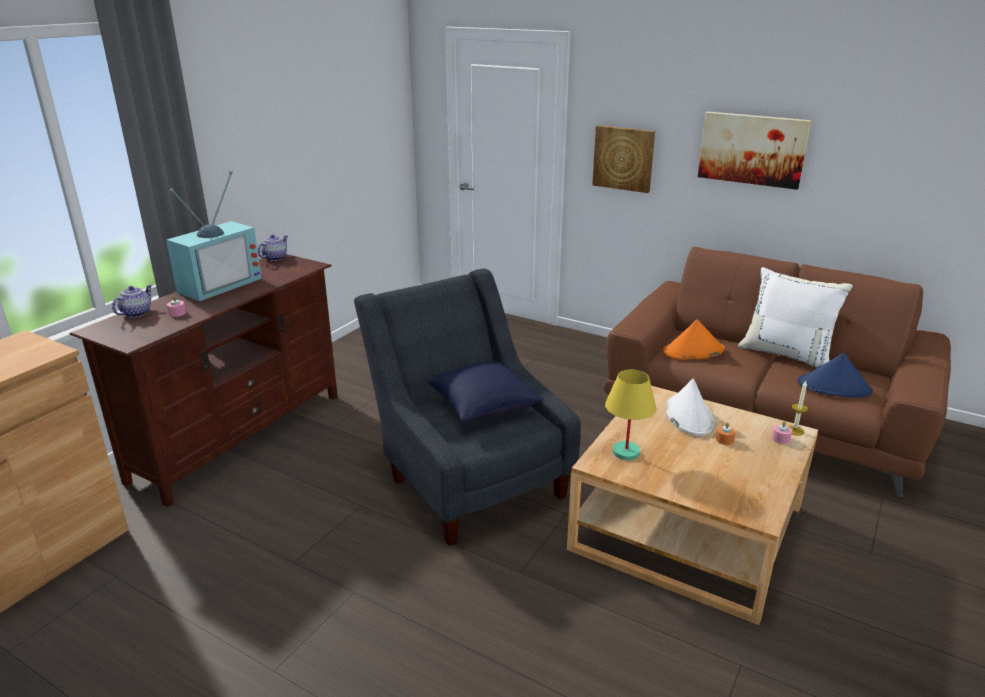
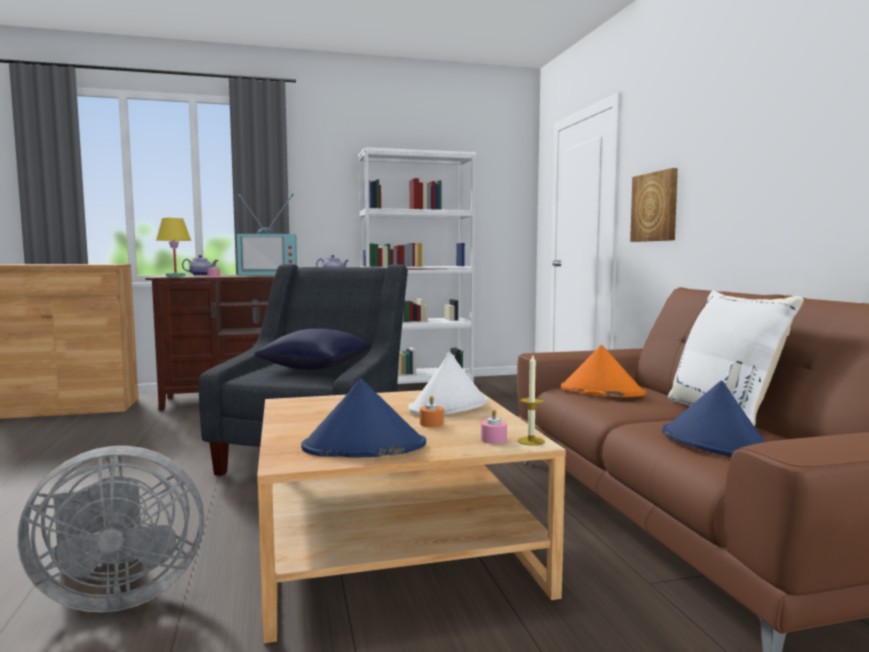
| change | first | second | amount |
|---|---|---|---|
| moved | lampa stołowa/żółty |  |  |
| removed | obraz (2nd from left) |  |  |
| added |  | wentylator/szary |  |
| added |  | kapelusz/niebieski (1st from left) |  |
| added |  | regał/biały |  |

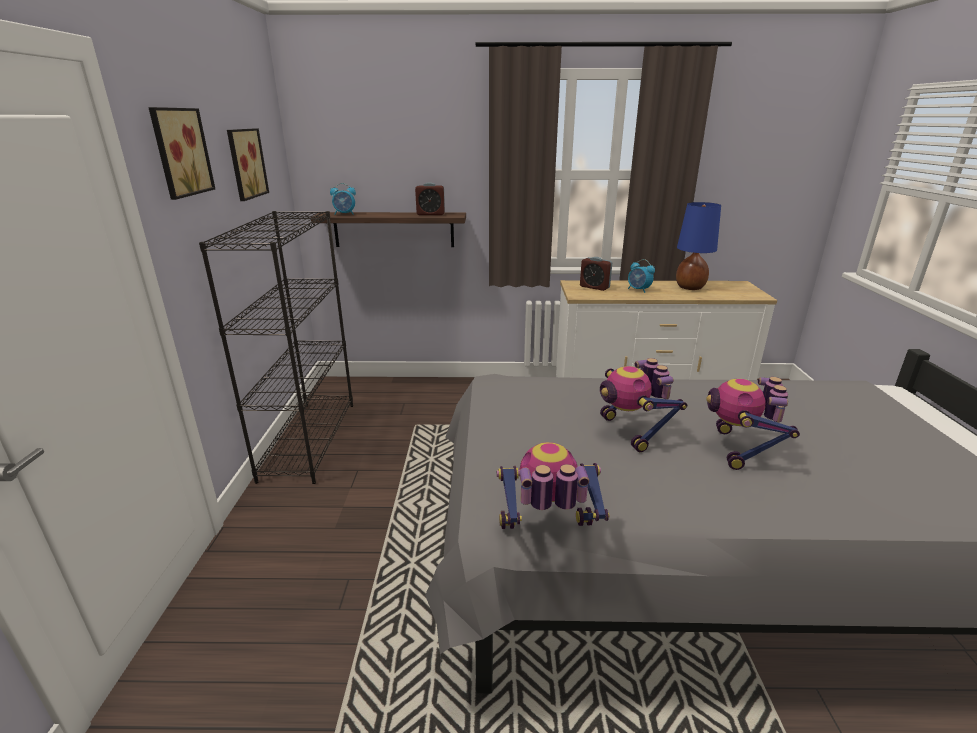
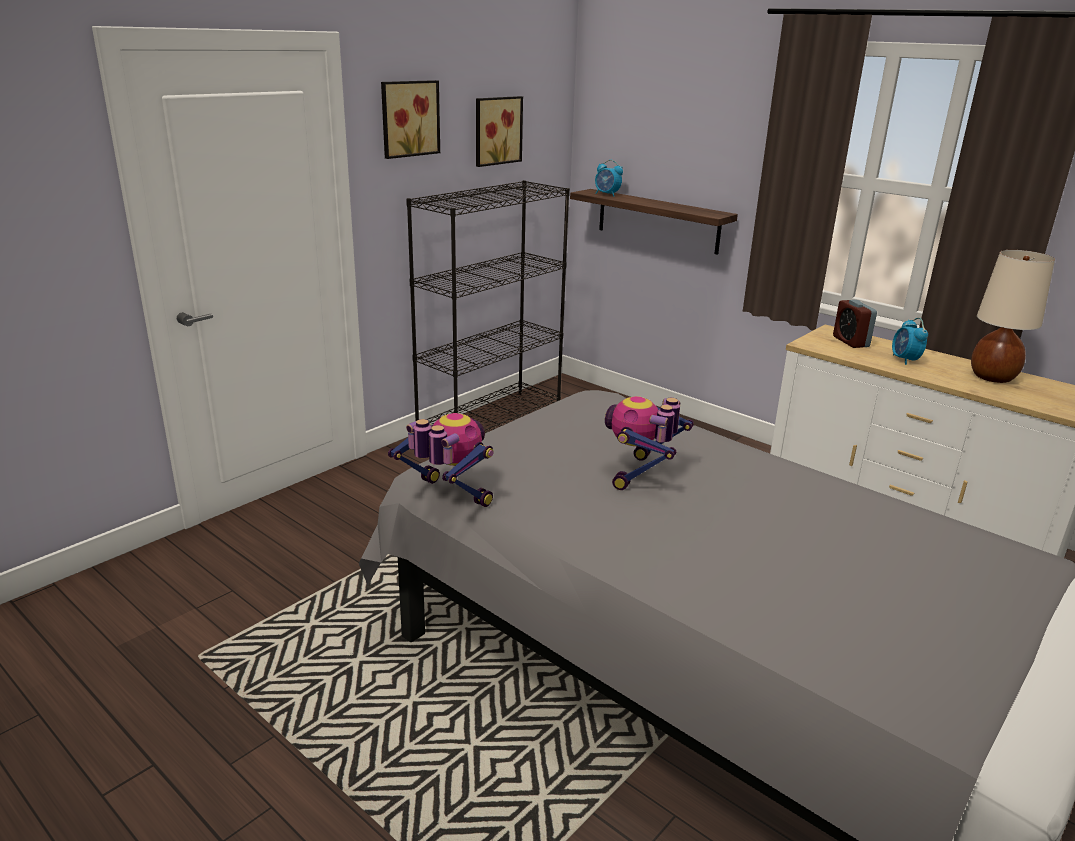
| change | first | second | amount |
|---|---|---|---|
| removed | budzik (2nd from left) |  |  |
| recoloured | lampa stołowa/niebieski | lampa stołowa/beżowy |  |
| removed | robot zabawkowy (3rd from left) |  |  |

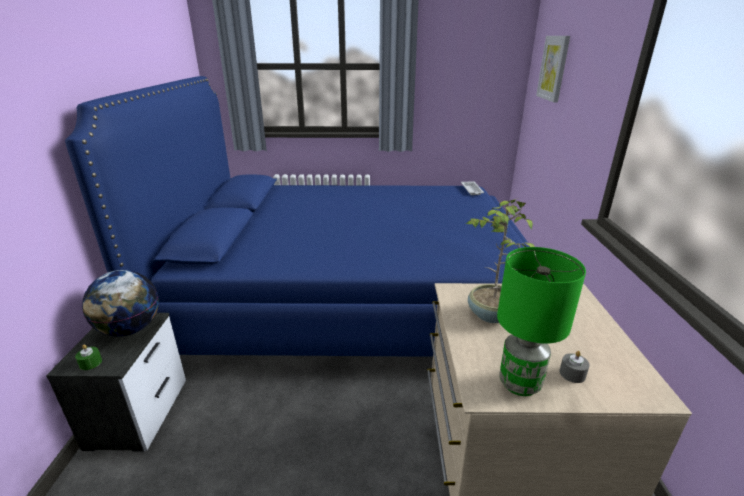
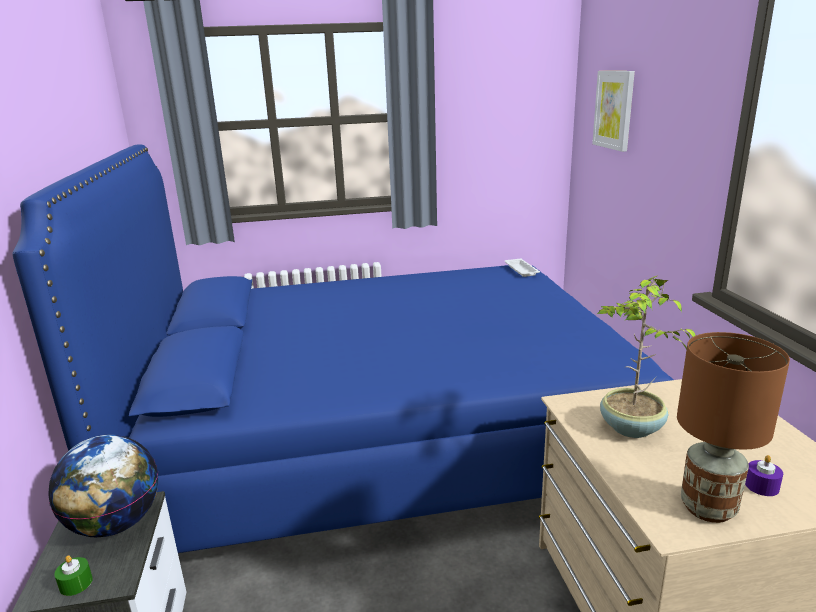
| change | first | second | amount |
|---|---|---|---|
| recoloured | lampa stołowa/zielony | lampa stołowa/brązowy |  |
| recoloured | świeca/szary | świeca/fioletowy |  |

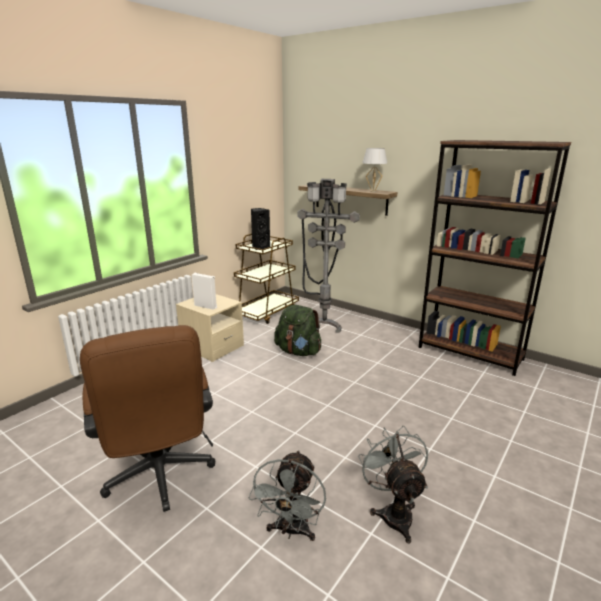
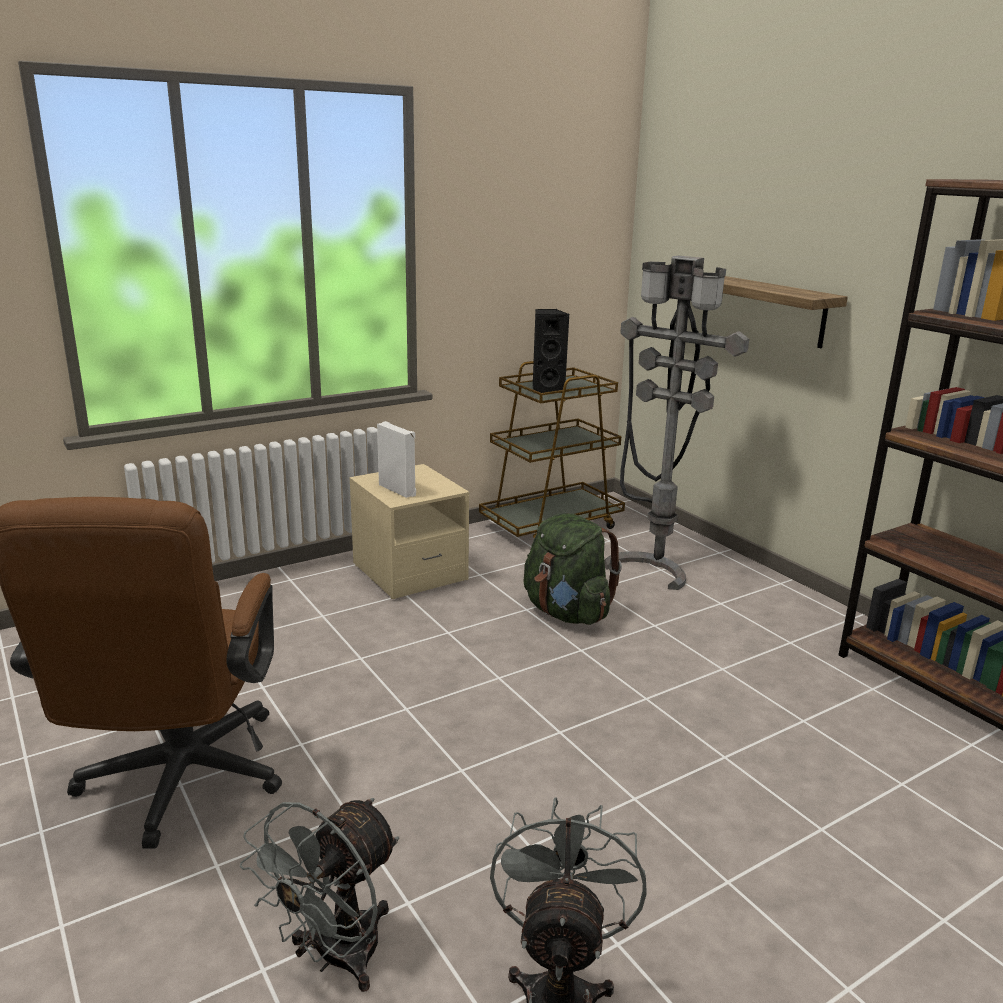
| change | first | second | amount |
|---|---|---|---|
| removed | lampa stołowa/biały |  |  |

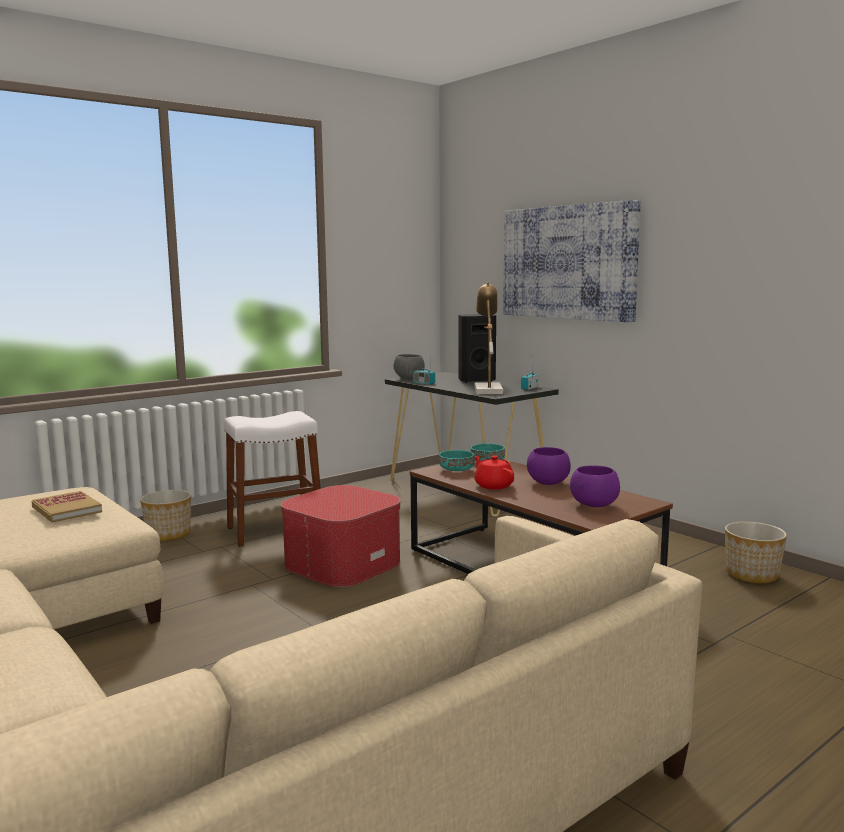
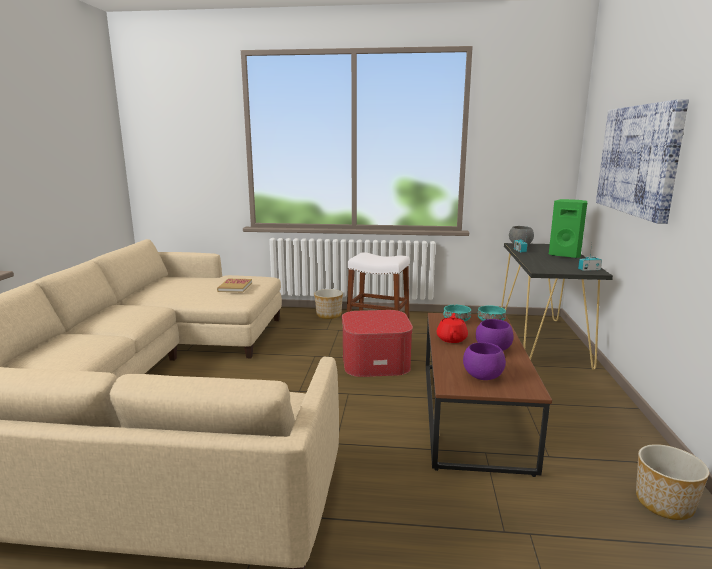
| change | first | second | amount |
|---|---|---|---|
| recoloured | głośnik/czarny | głośnik/zielony |  |
| removed | lampa stołowa |  |  |

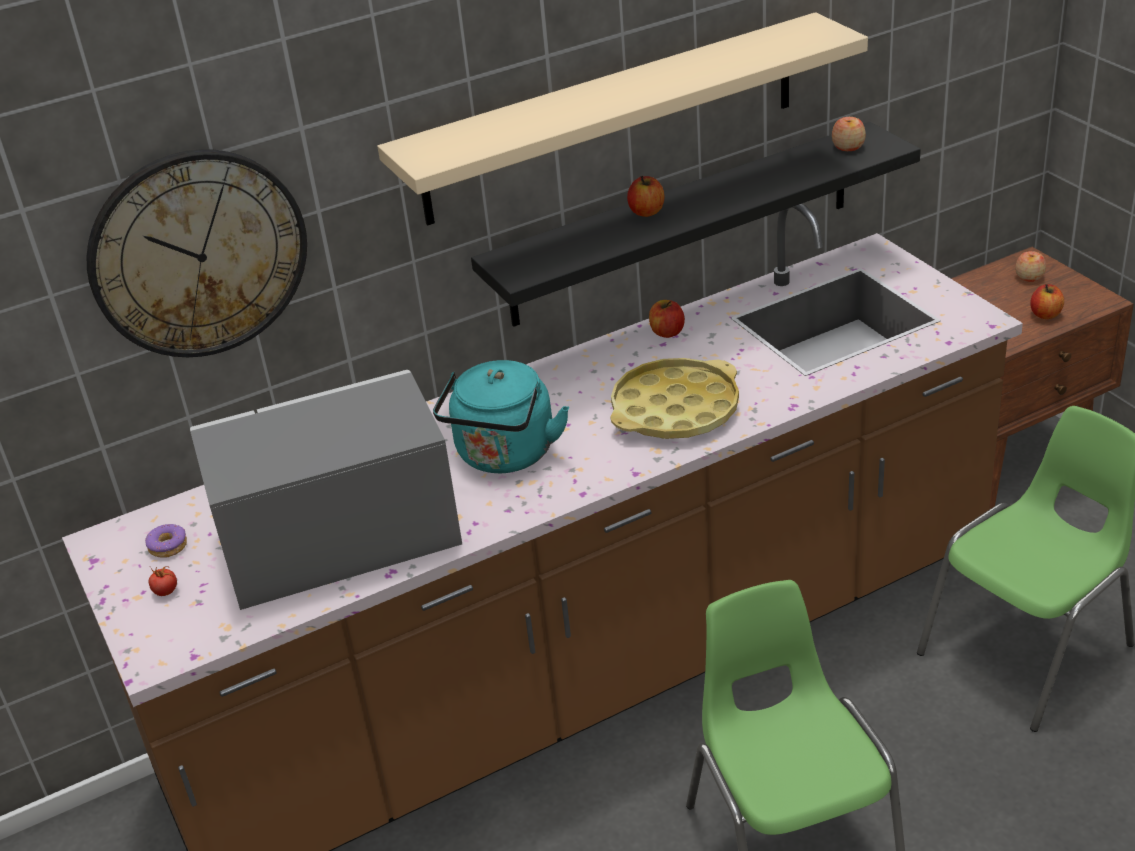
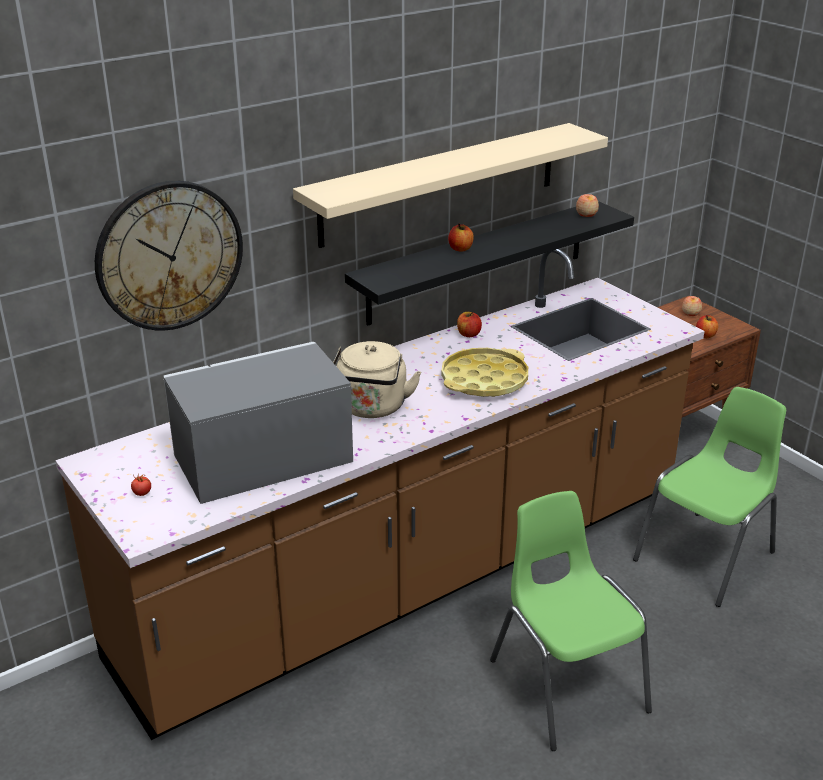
| change | first | second | amount |
|---|---|---|---|
| removed | donut |  |  |
| recoloured | czajnik/turkusowy | czajnik/beżowy |  |

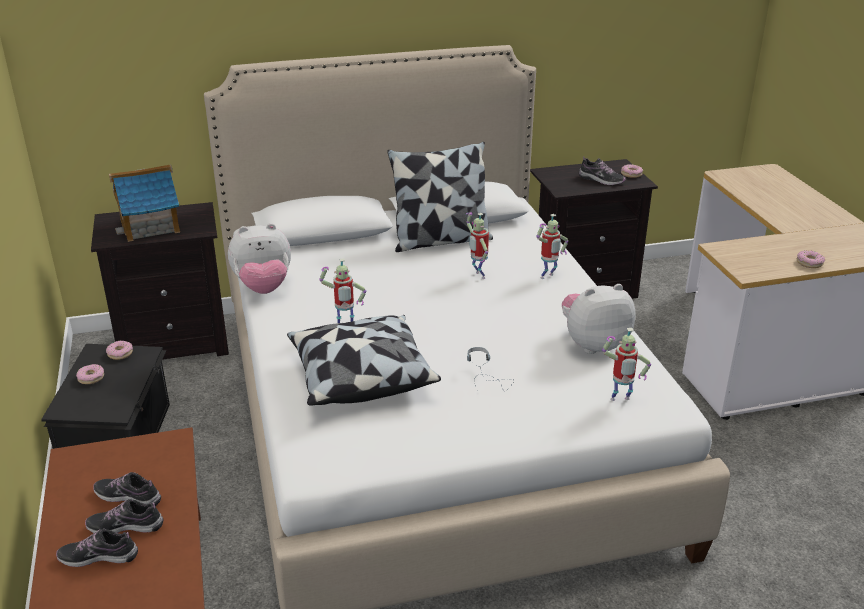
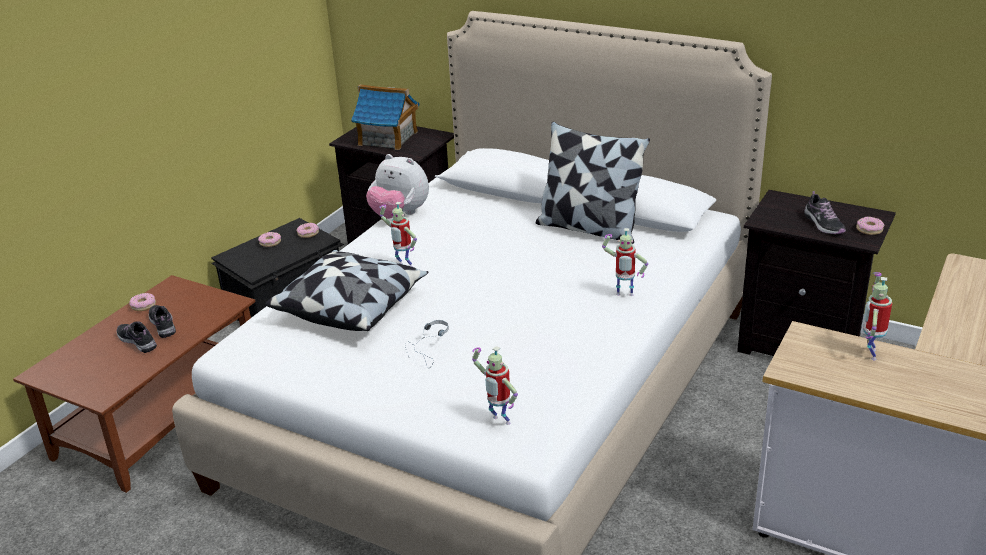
| change | first | second | amount |
|---|---|---|---|
| removed | but (1st from left) |  |  |
| moved | robot zabawkowy (2nd from left in the first image) | robot zabawkowy (4th from left) |  |
| removed | pluszak (2nd from left) |  |  |
| moved | donut (4th from left in the first image) | donut (1st from left) |  |

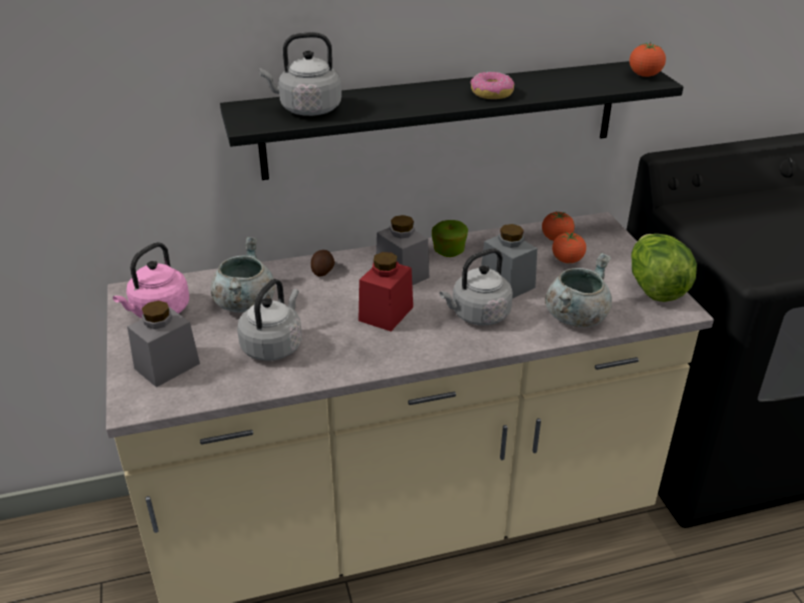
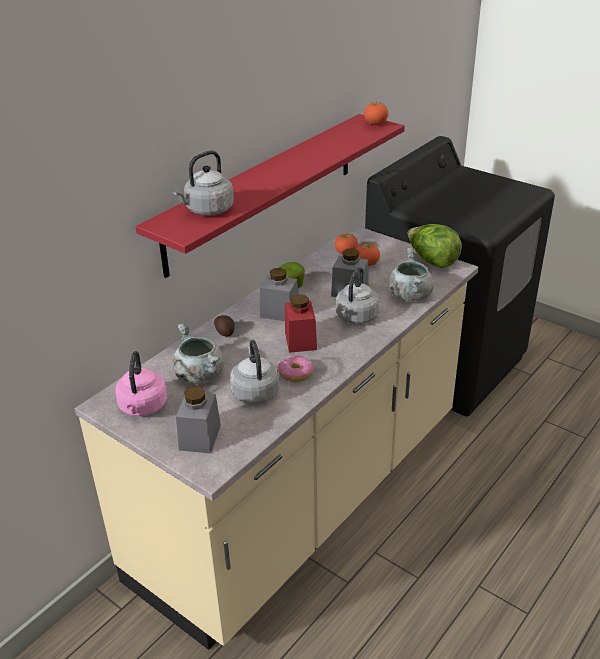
| change | first | second | amount |
|---|---|---|---|
| recoloured | półka/czarny | półka/czerwony |  |
| moved | donut |  |  |

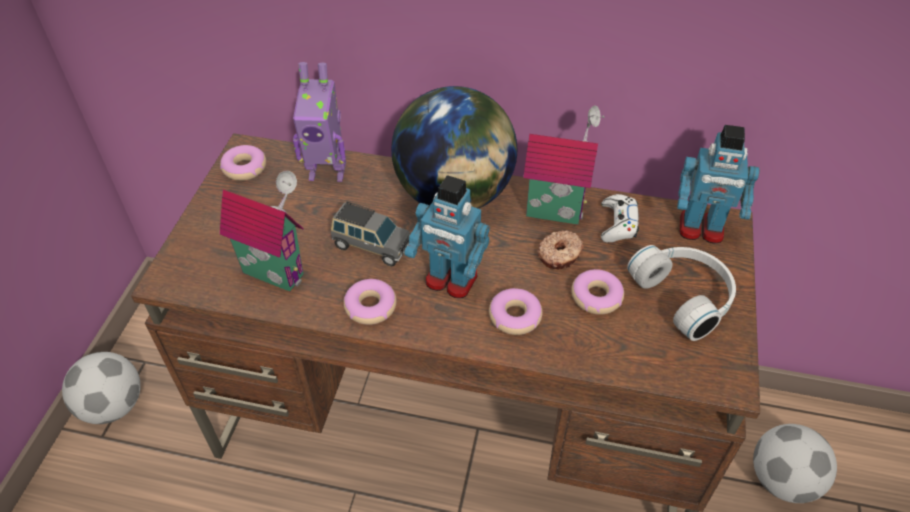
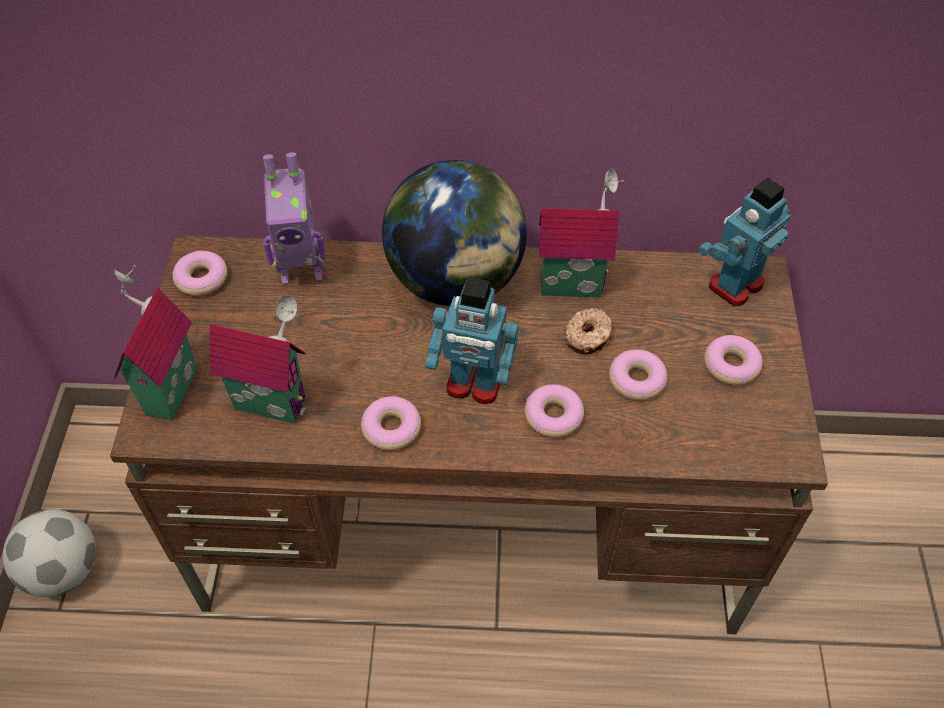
| change | first | second | amount |
|---|---|---|---|
| removed | samochodzik/szary |  |  |
| removed | pad do gier/biały |  |  |
| replaced | słuchawki/biały | donut (6th from left) |  |
| turned | robot zabawkowy (3rd from left) |  | 135 degrees clockwise |
| removed | piłka futbolowa (2nd from left) |  |  |
| added |  | domek (1st from left) |  |

